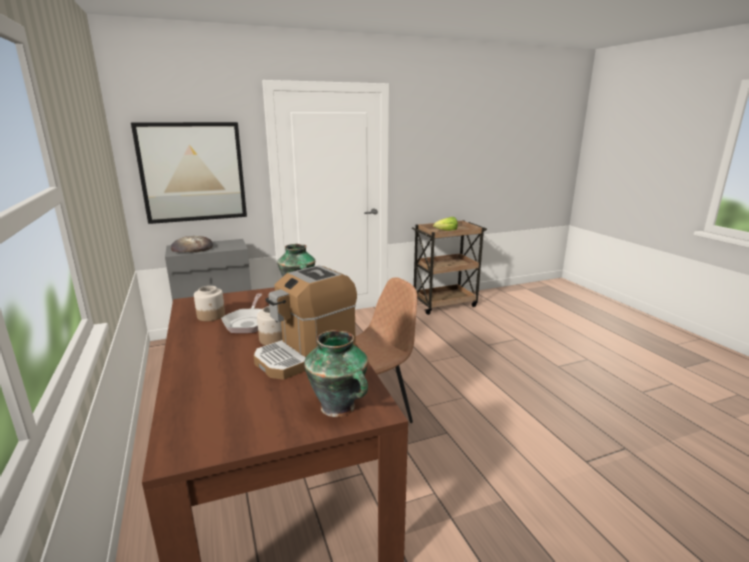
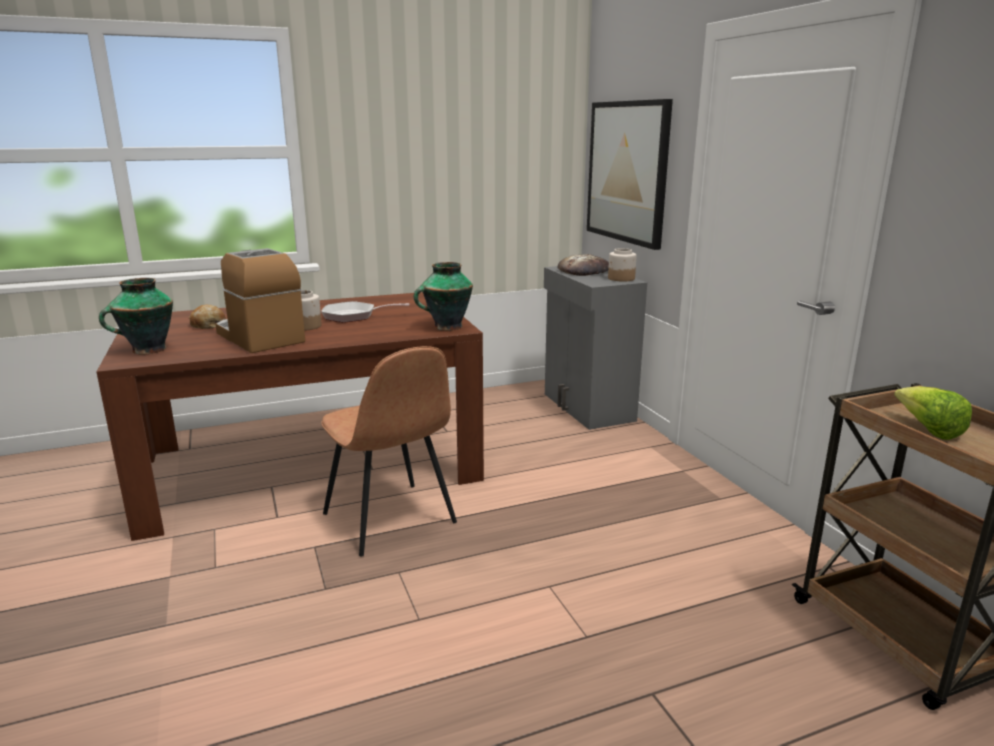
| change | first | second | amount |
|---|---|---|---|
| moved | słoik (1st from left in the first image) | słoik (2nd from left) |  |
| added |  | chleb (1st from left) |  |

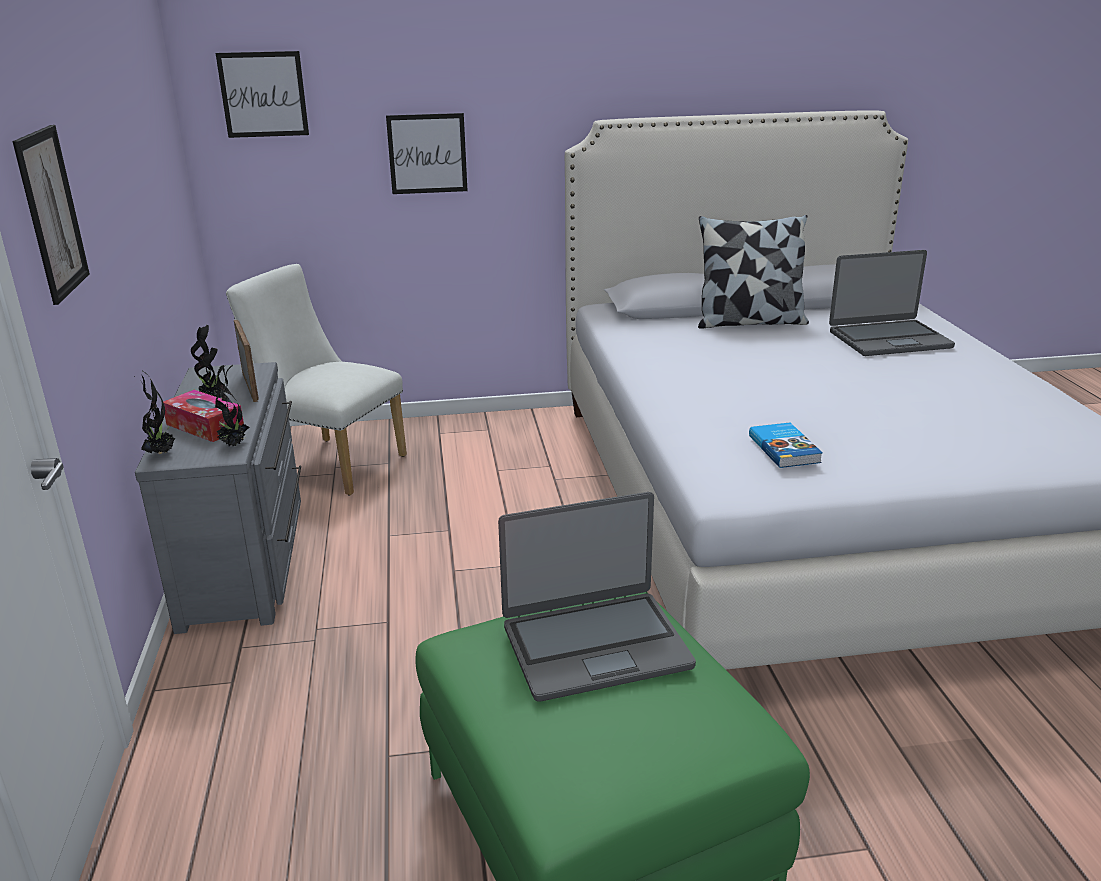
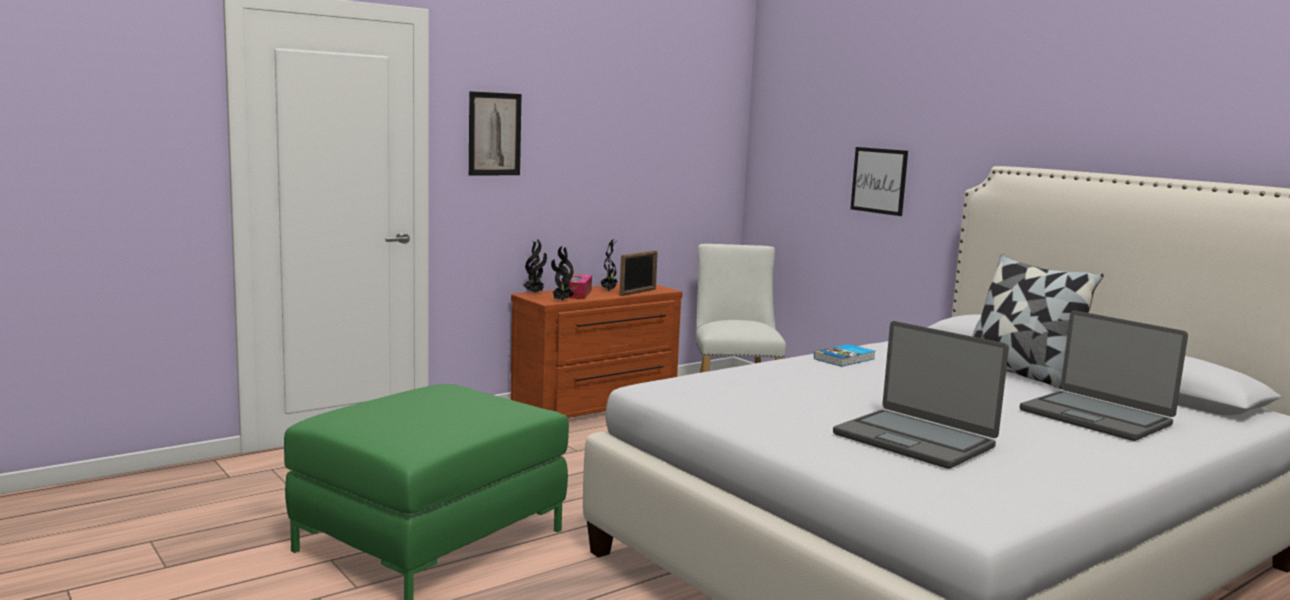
| change | first | second | amount |
|---|---|---|---|
| recoloured | komoda/szary | komoda/brązowy |  |
| removed | obraz (2nd from left) |  |  |
| moved | laptop (1st from left) |  |  |
| moved | książka |  |  |

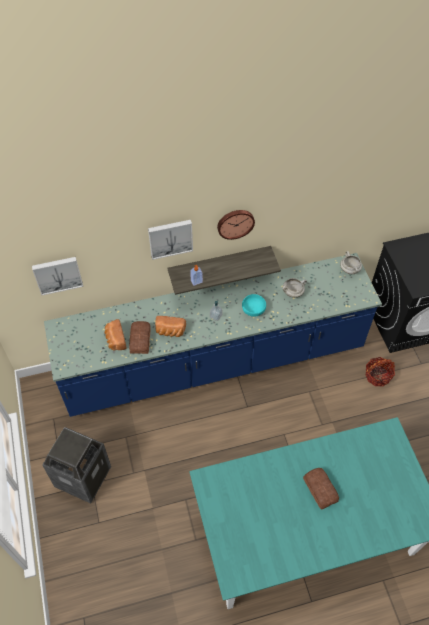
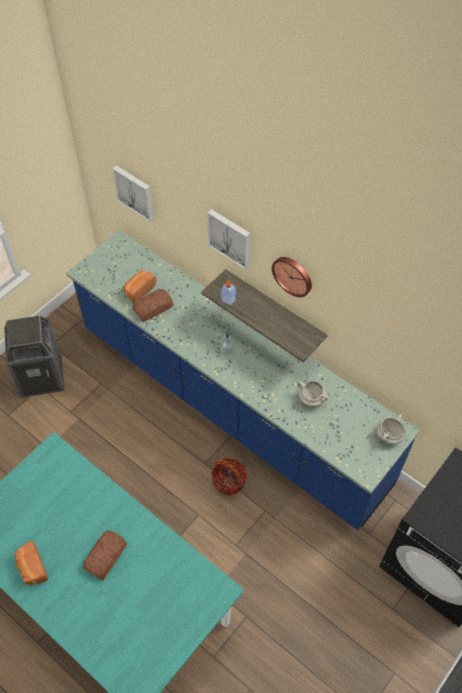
| change | first | second | amount |
|---|---|---|---|
| moved | chleb (3rd from left in the first image) | chleb (1st from left) |  |
| removed | miska/turkusowy |  |  |
| moved | koszyk |  |  |

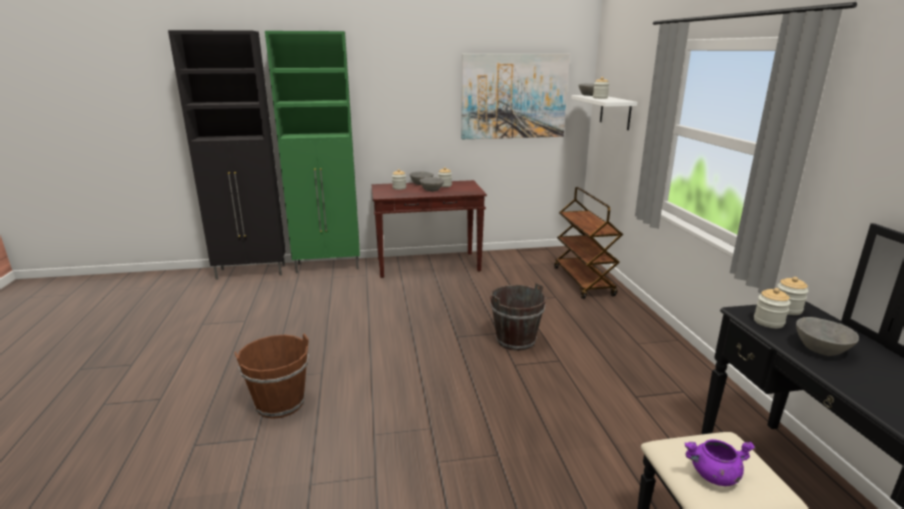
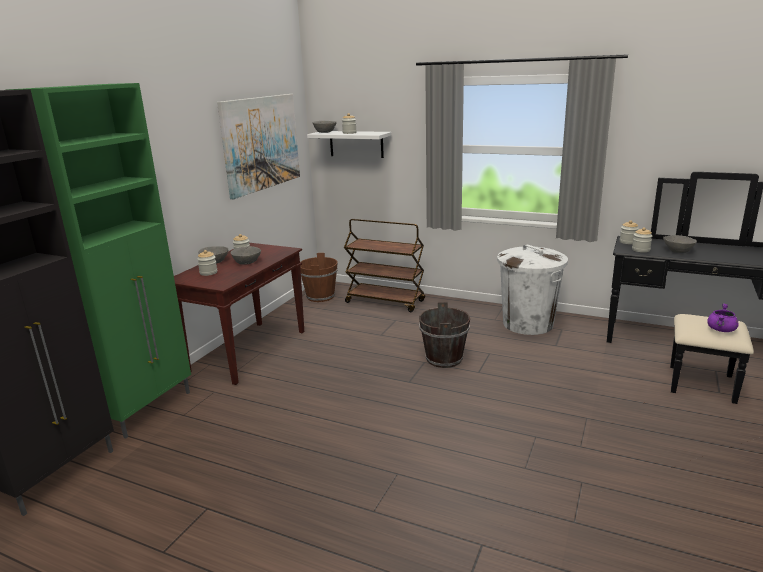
| change | first | second | amount |
|---|---|---|---|
| moved | wiadro/brązowy (1st from left) |  |  |
| added |  | kosz na śmieci/biały |  |

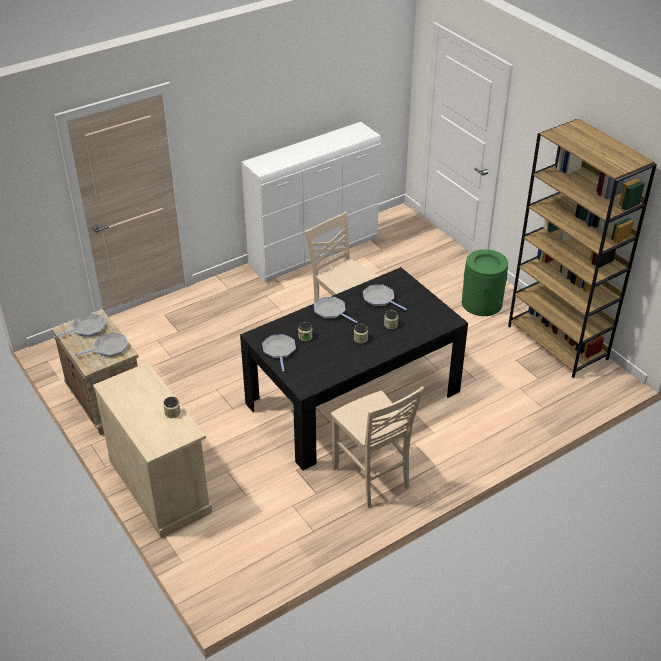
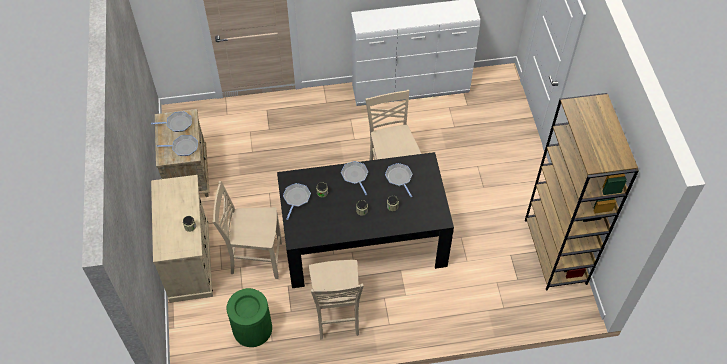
| change | first | second | amount |
|---|---|---|---|
| moved | kosz na śmieci/zielony |  |  |
| added |  | krzesło/beżowy (1st from left) |  |

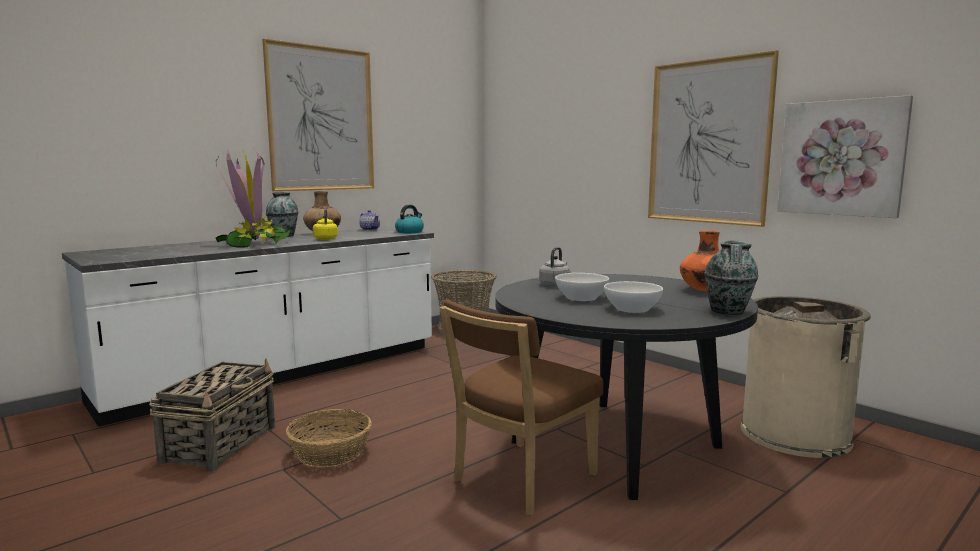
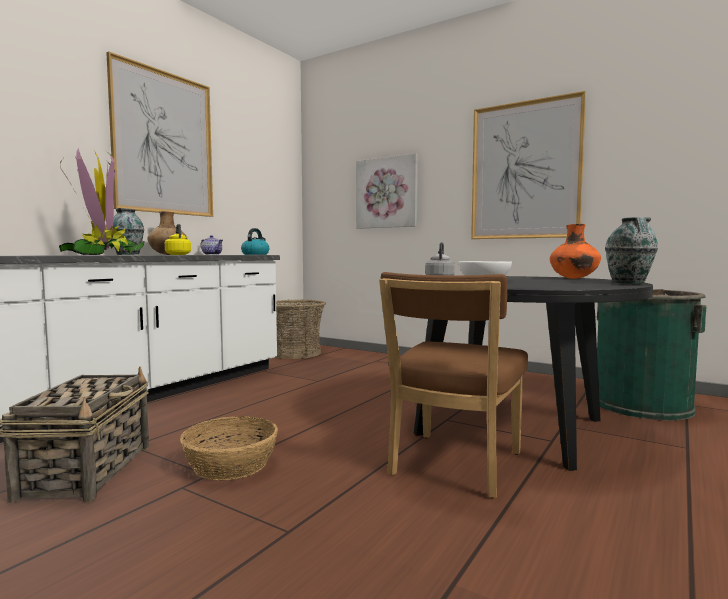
| change | first | second | amount |
|---|---|---|---|
| removed | miska/biały (2nd from left) |  |  |
| recoloured | kosz na śmieci/beżowy | kosz na śmieci/zielony |  |
| moved | obraz (3rd from left in the first image) | obraz (2nd from left) |  |

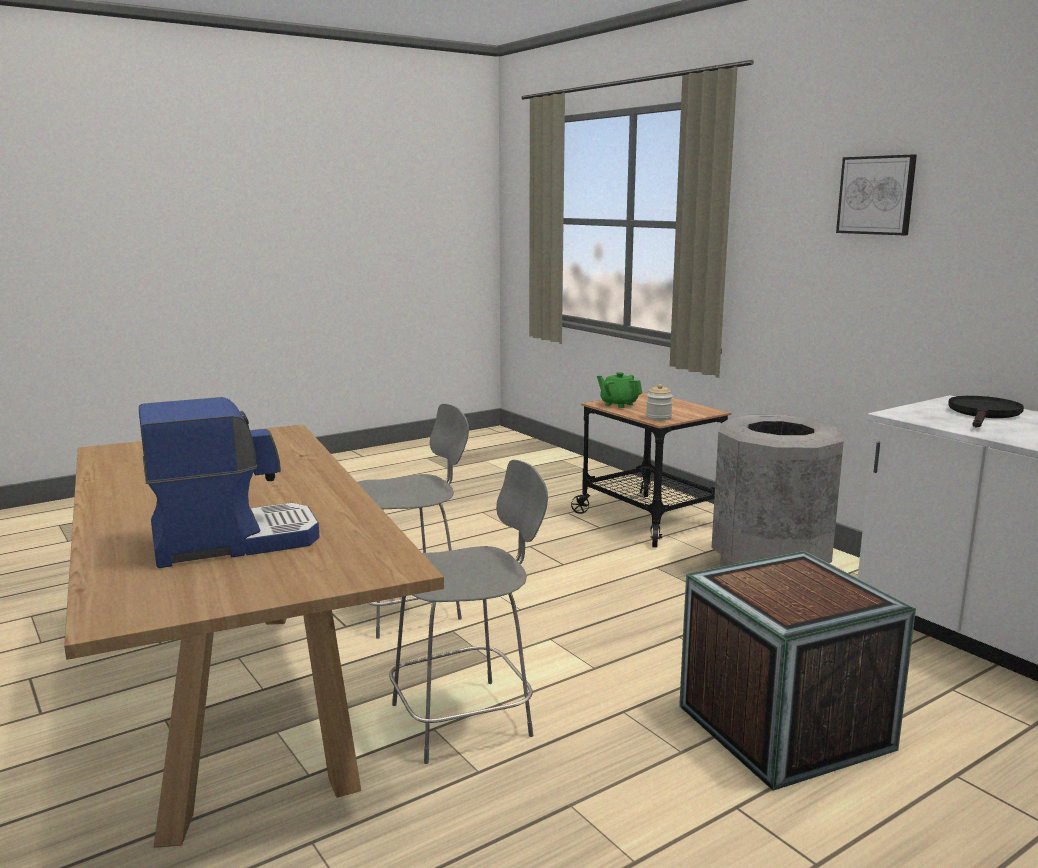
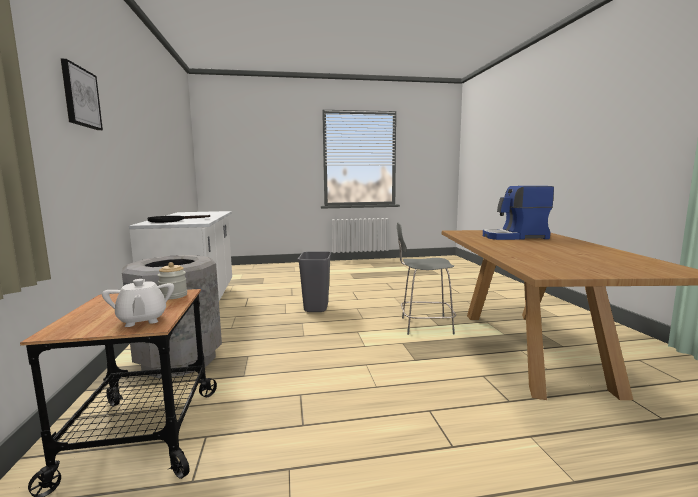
| change | first | second | amount |
|---|---|---|---|
| removed | krzesło/szary (1st from left) |  |  |
| recoloured | imbryk/zielony | imbryk/biały |  |
| replaced | skrzynka | kosz na śmieci/szary (2nd from left) |  |

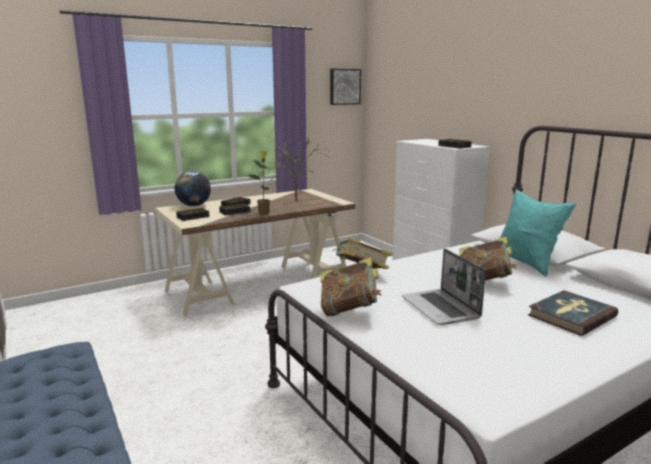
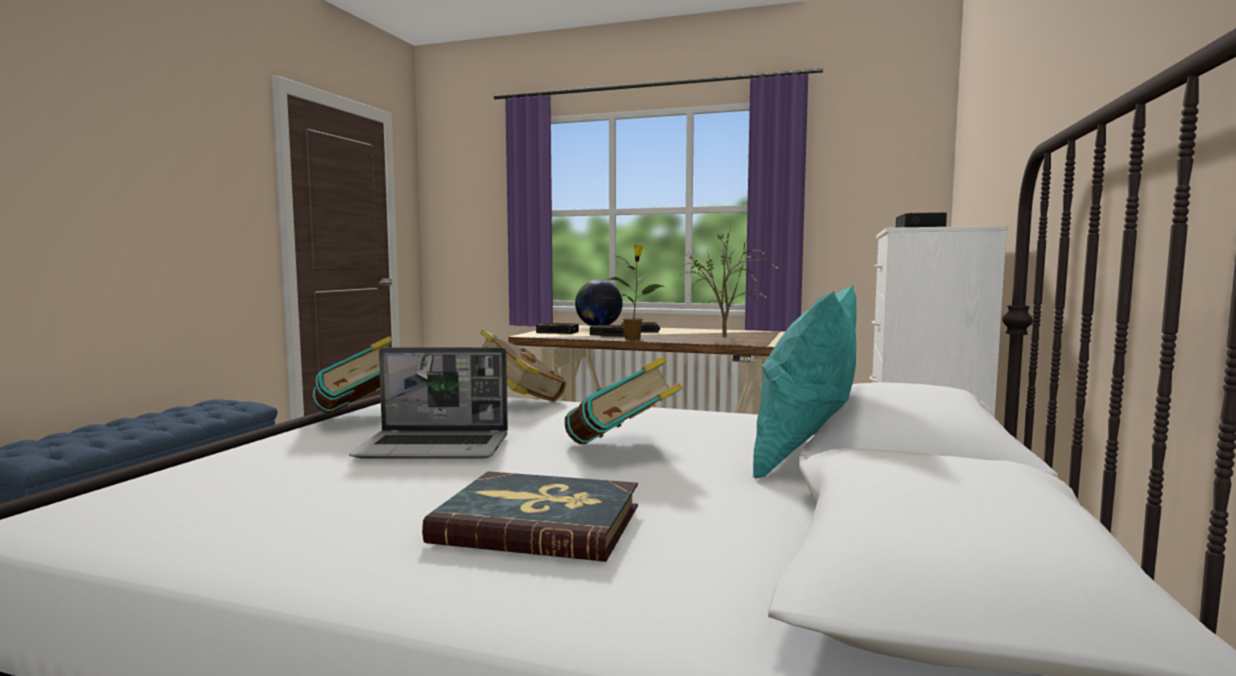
| change | first | second | amount |
|---|---|---|---|
| removed | obraz |  |  |
| turned | laptop |  | 120 degrees counterclockwise |

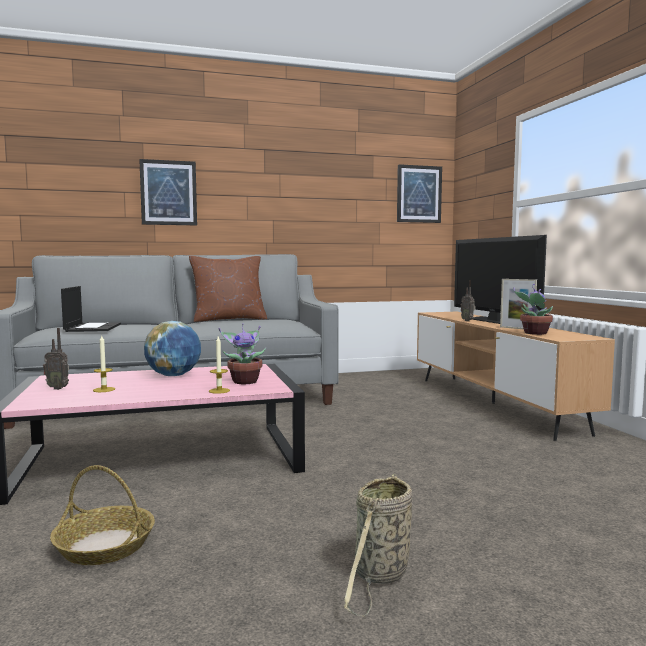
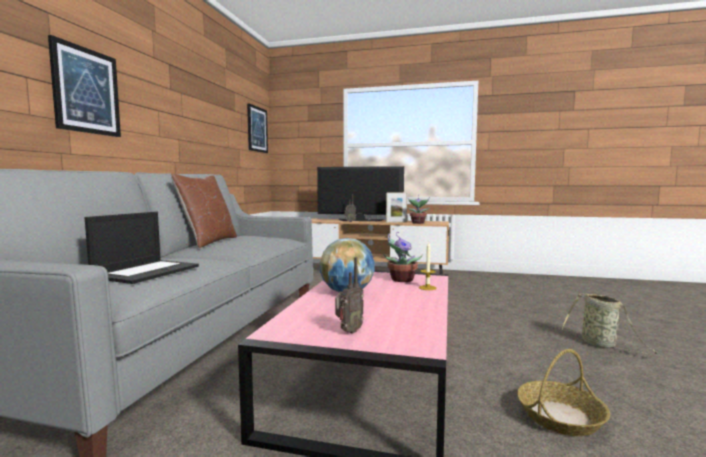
| change | first | second | amount |
|---|---|---|---|
| turned | laptop |  | 90 degrees clockwise |
| removed | świeca (1st from left) |  |  |

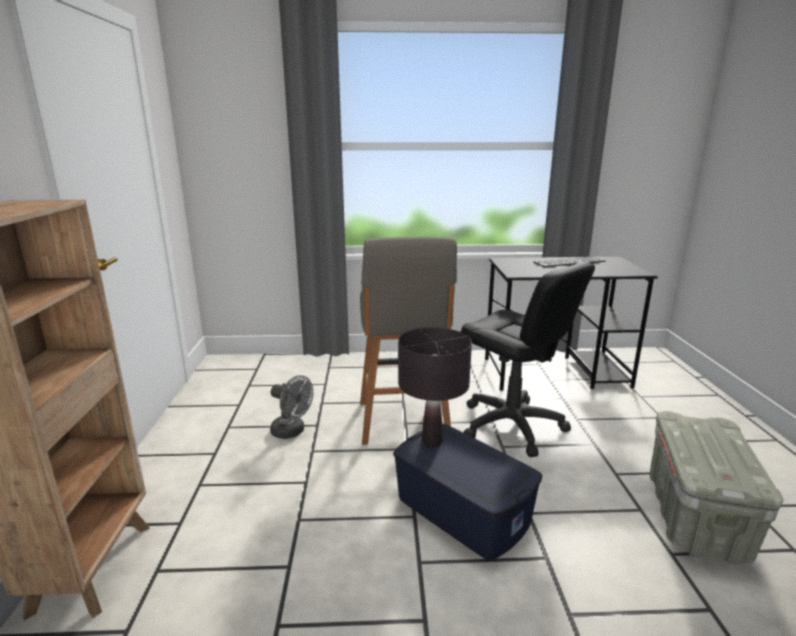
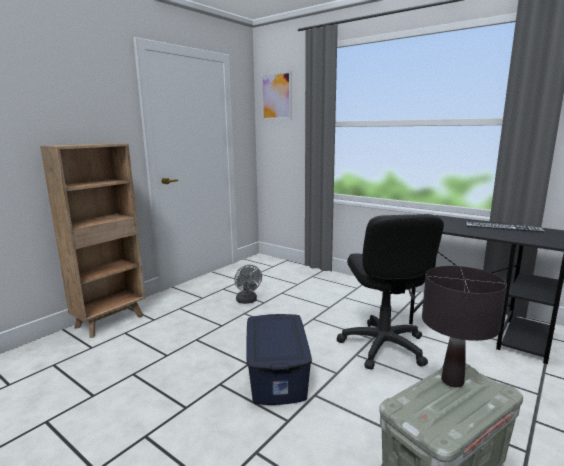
| change | first | second | amount |
|---|---|---|---|
| removed | stołek/szary |  |  |
| moved | lampa stołowa/czarny |  |  |
| added |  | obraz |  |

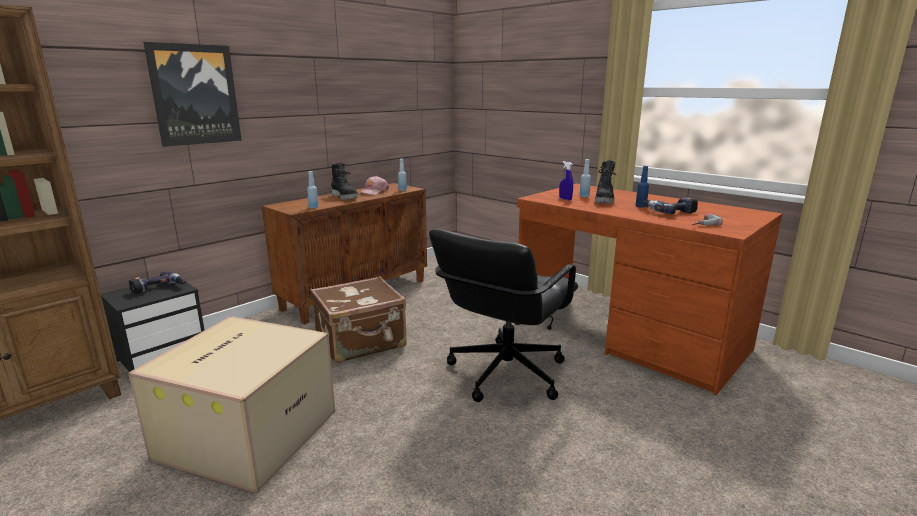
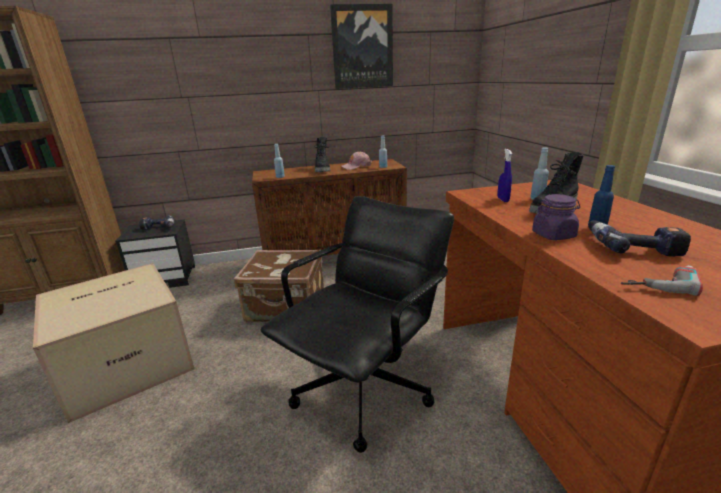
| change | first | second | amount |
|---|---|---|---|
| moved | obraz |  |  |
| turned | krzesło biurowe/czarny |  | 150 degrees clockwise |
| added |  | słoik/fioletowy |  |

